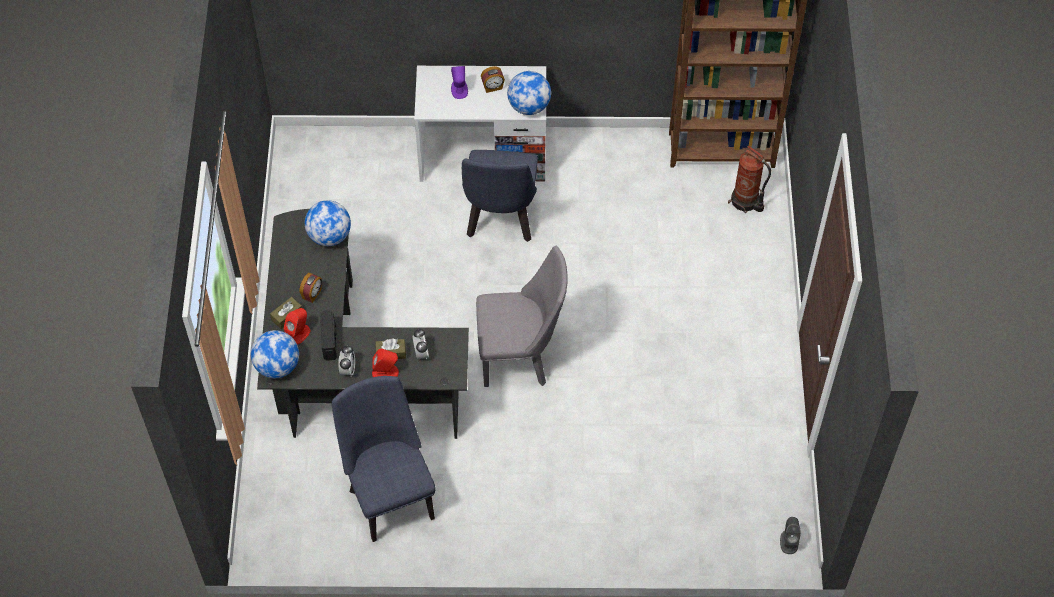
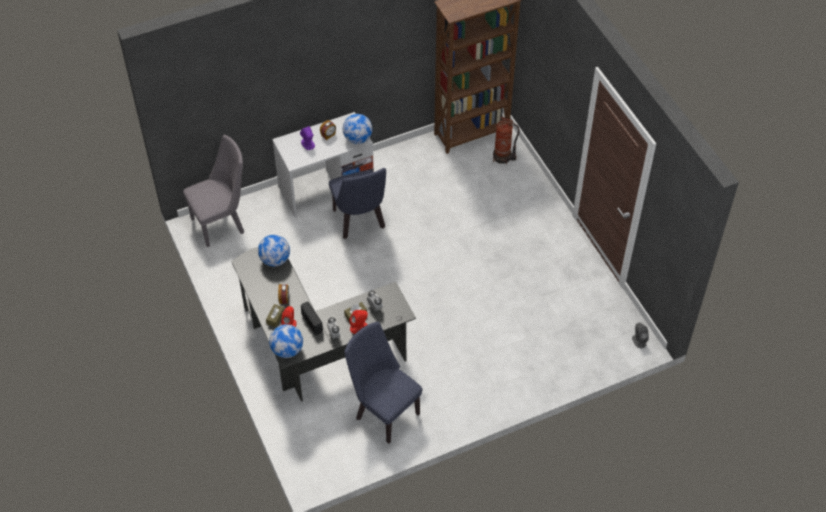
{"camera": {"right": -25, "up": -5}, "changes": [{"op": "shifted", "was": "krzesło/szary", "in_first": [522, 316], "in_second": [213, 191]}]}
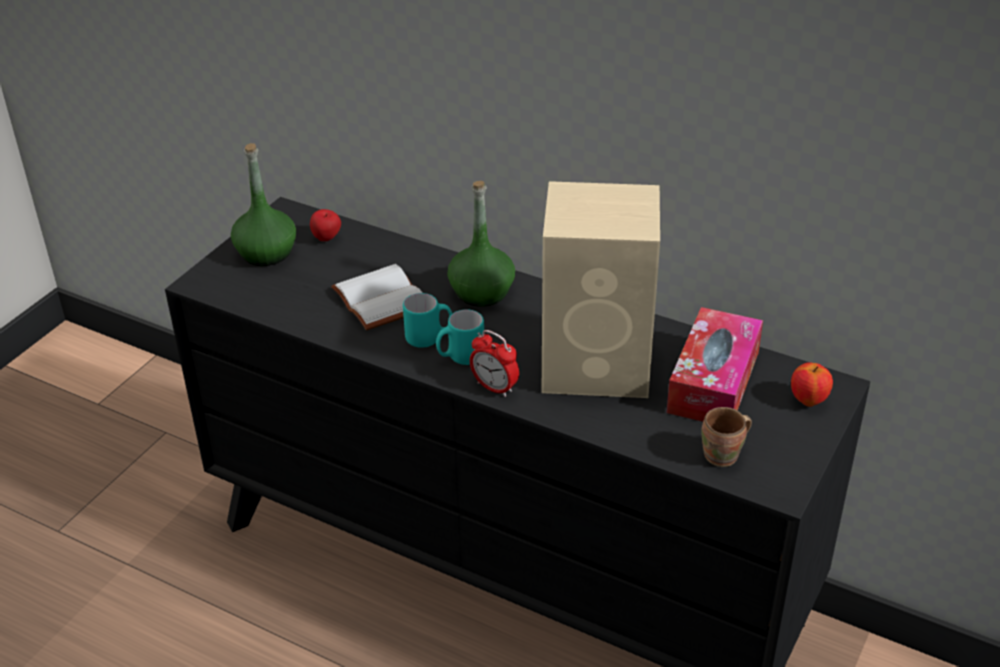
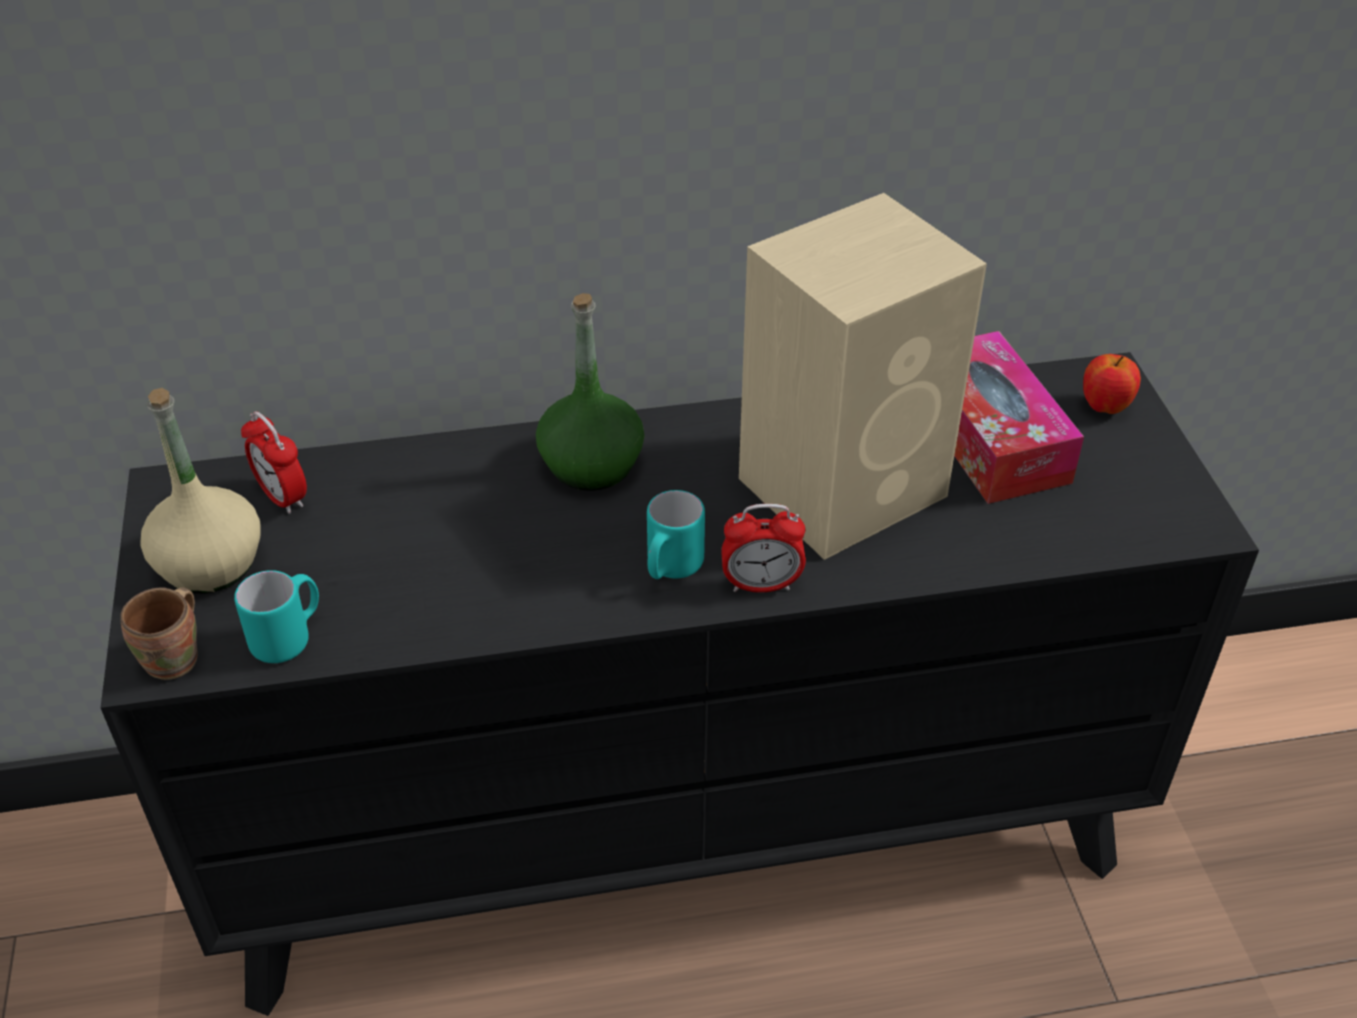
{"camera": {"right": -40, "up": 5}, "changes": [{"op": "repainted", "was": "butelka/zielony", "now": "butelka/beżowy", "in_first": [263, 204], "in_second": [200, 491]}, {"op": "swapped", "was": "jabłko", "now": "budzik", "in_first": [325, 225], "in_second": [274, 462]}, {"op": "gone", "was": "książka/biały", "in_first": [376, 297]}, {"op": "shifted", "was": "kubek/turkusowy", "in_first": [427, 320], "in_second": [276, 616]}, {"op": "shifted", "was": "kubek/brązowy", "in_first": [726, 437], "in_second": [159, 633]}]}
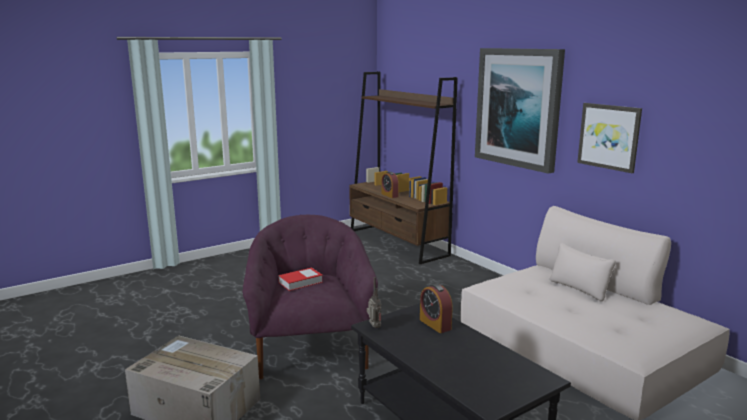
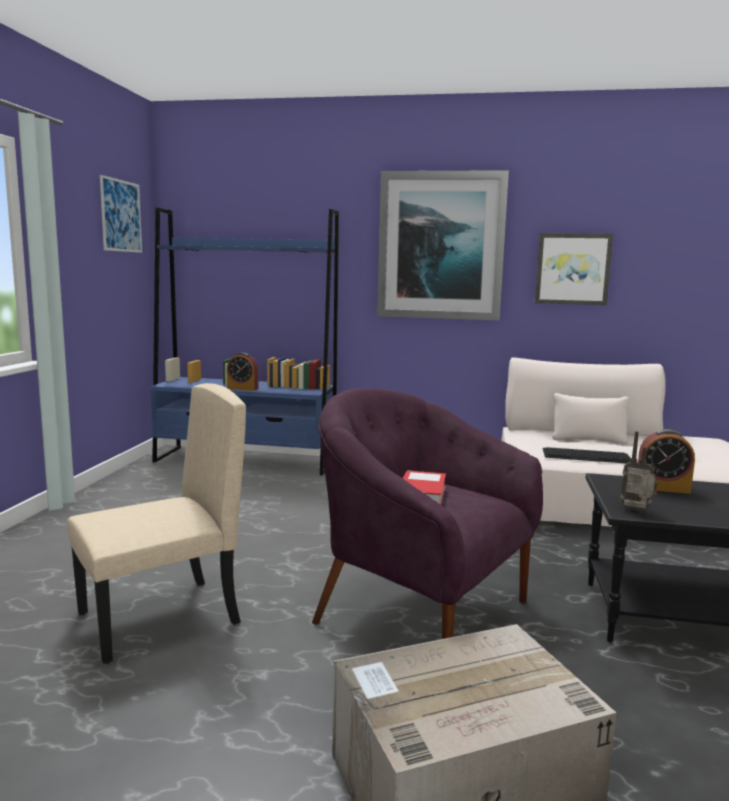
{"camera": {"right": -45, "up": -5}, "changes": [{"op": "repainted", "was": "regał/brązowy", "now": "regał/niebieski", "in_first": [403, 167], "in_second": [245, 342]}, {"op": "new", "now": "obraz", "in_second": [121, 214]}, {"op": "new", "now": "krzesło/beżowy", "in_second": [156, 523]}, {"op": "new", "now": "klawiatura", "in_second": [587, 455]}]}
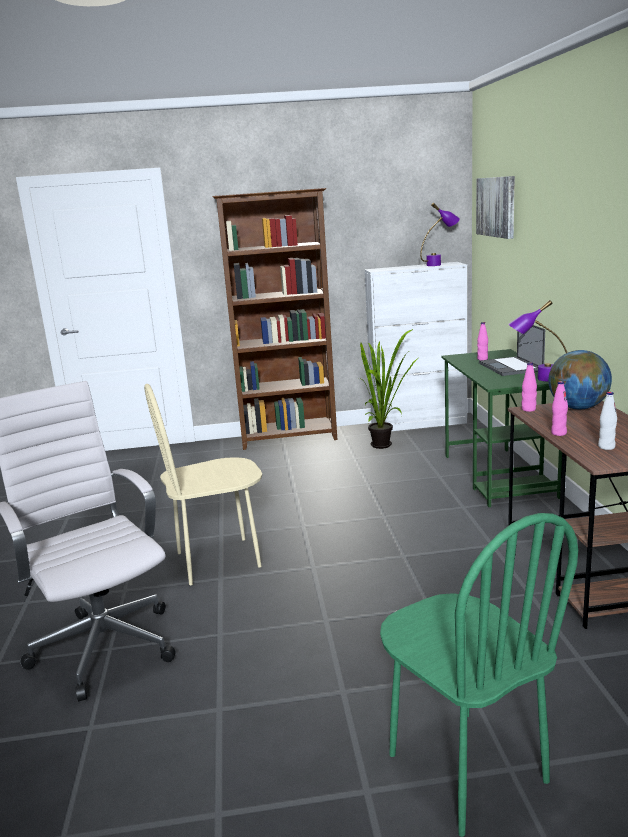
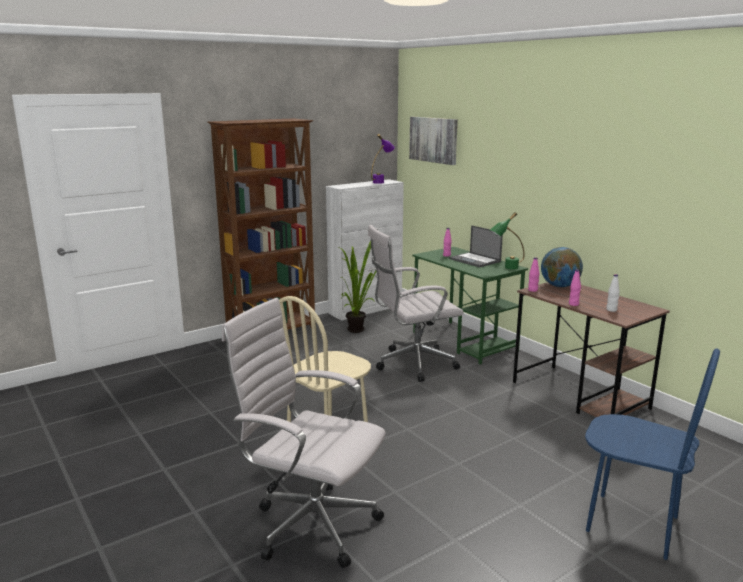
{"camera": {"right": -30, "up": 0}, "changes": [{"op": "repainted", "was": "lampa stołowa/fioletowy", "now": "lampa stołowa/zielony", "in_first": [537, 340], "in_second": [506, 240]}, {"op": "repainted", "was": "krzesło/zielony", "now": "krzesło/niebieski", "in_first": [479, 675], "in_second": [652, 454]}, {"op": "new", "now": "krzesło biurowe/biały", "in_second": [416, 303]}]}
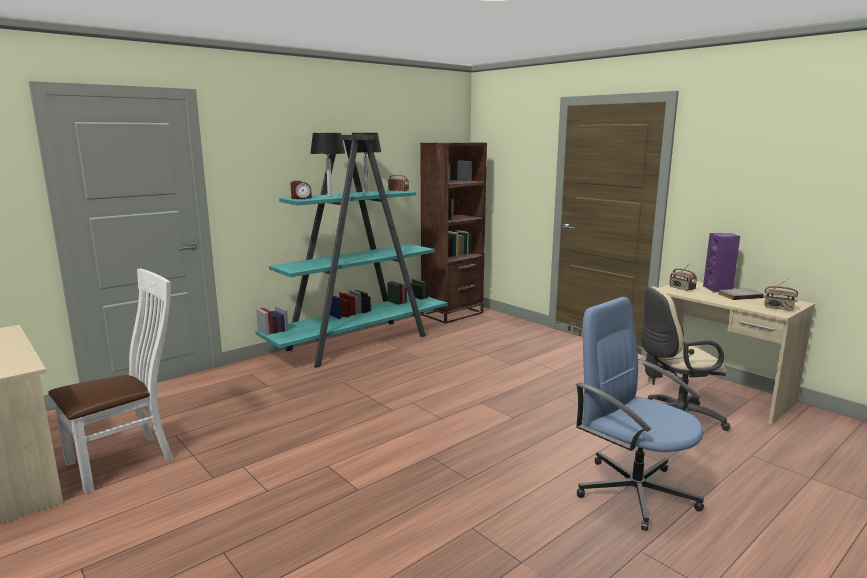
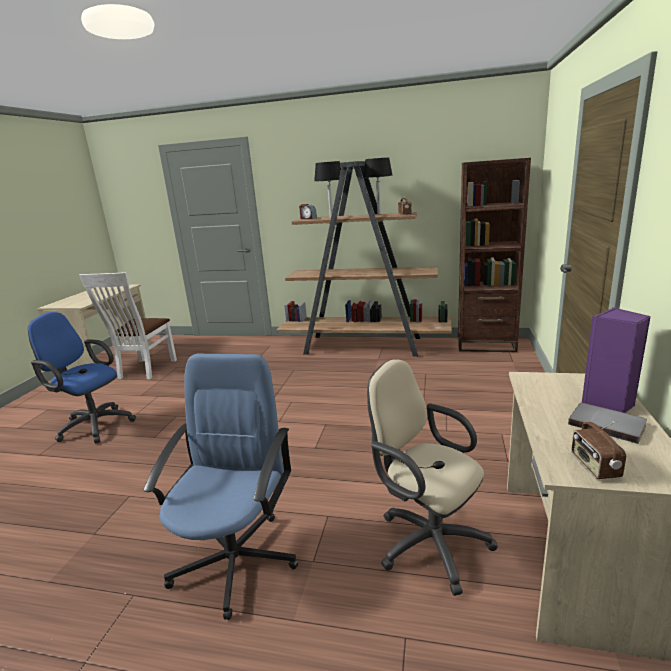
{"camera": {"right": 55, "up": 5}, "changes": [{"op": "repainted", "was": "regał/turkusowy", "now": "regał/brązowy", "in_first": [351, 251], "in_second": [364, 259]}, {"op": "gone", "was": "radio", "in_first": [683, 277]}, {"op": "rotated", "was": "krzesło/biały", "in_first": [110, 381], "in_second": [128, 325], "clockwise": 90}, {"op": "new", "now": "krzesło biurowe/niebieski", "in_second": [82, 378]}]}
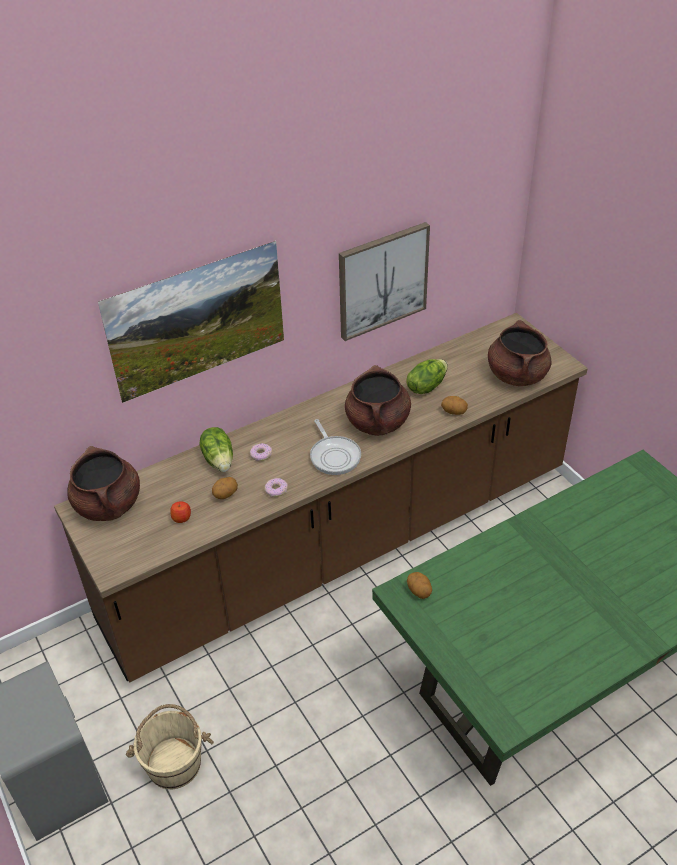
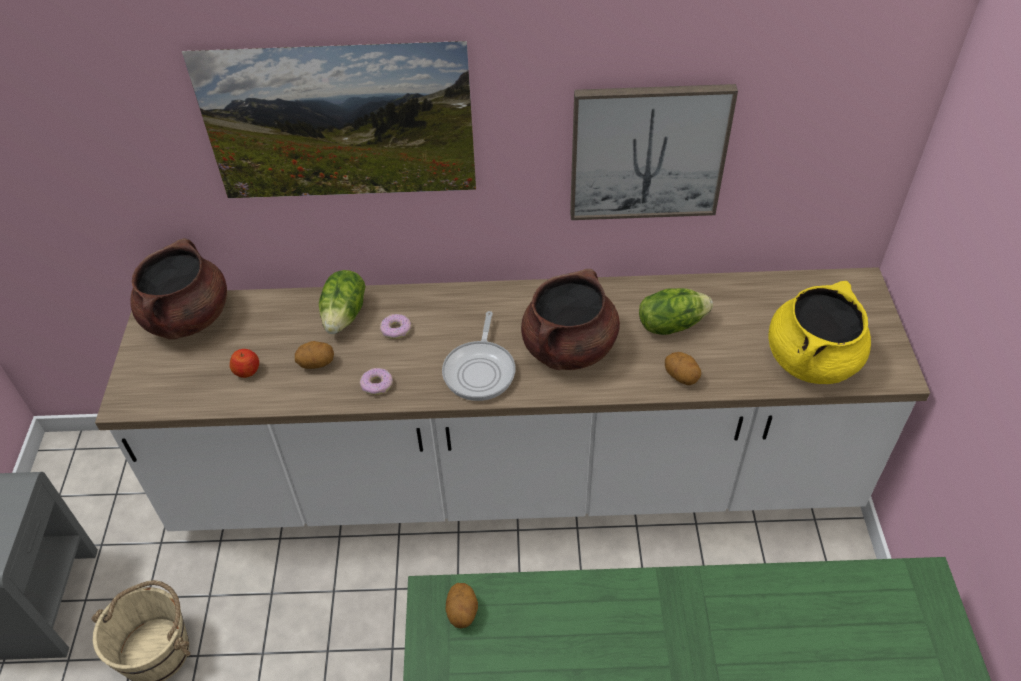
{"camera": {"right": 30, "up": 5}, "changes": [{"op": "repainted", "was": "zabudowa kuchenna/brązowy", "now": "zabudowa kuchenna/biały", "in_first": [321, 497], "in_second": [512, 399]}, {"op": "repainted", "was": "garnek/brązowy", "now": "garnek/żółty", "in_first": [519, 353], "in_second": [819, 332]}]}
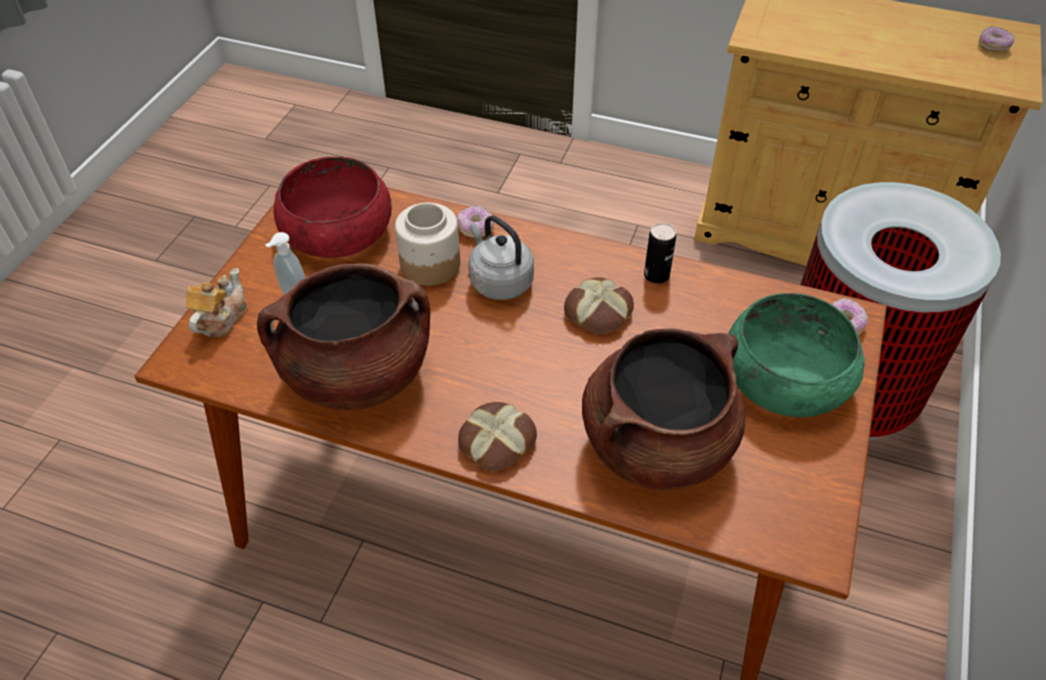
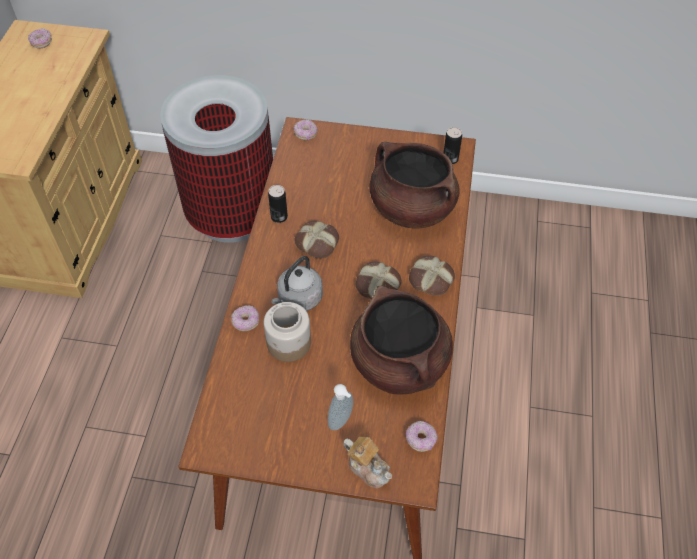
{"camera": {"right": -100, "up": 5}, "changes": [{"op": "gone", "was": "miska/czerwony", "in_first": [332, 207]}, {"op": "rotated", "was": "imbryk", "in_first": [216, 302], "in_second": [367, 462], "clockwise": -150}, {"op": "gone", "was": "miska/zielony", "in_first": [796, 355]}, {"op": "new", "now": "puszka", "in_second": [453, 145]}, {"op": "new", "now": "chleb", "in_second": [379, 280]}, {"op": "new", "now": "donut", "in_second": [422, 436]}]}
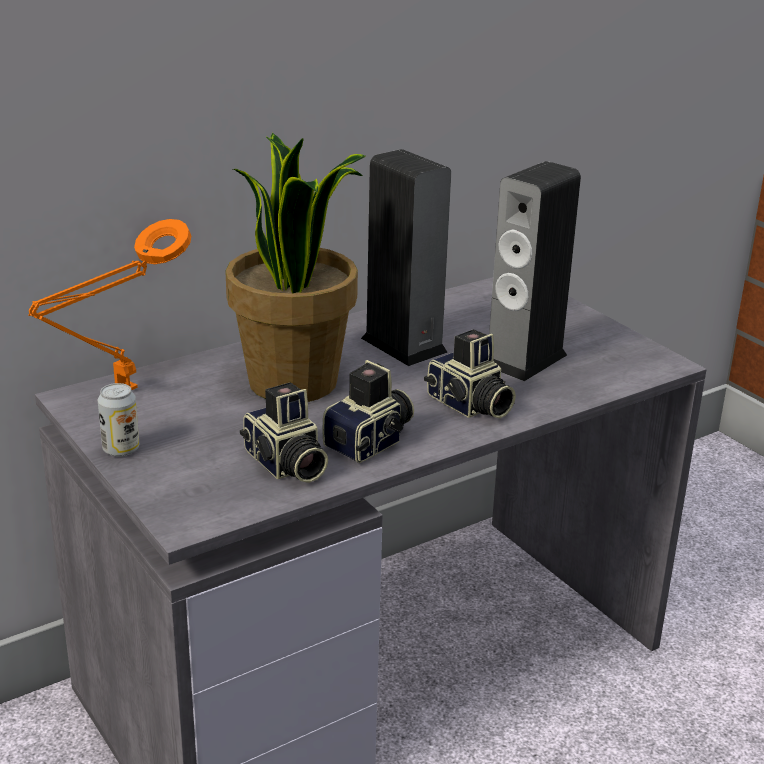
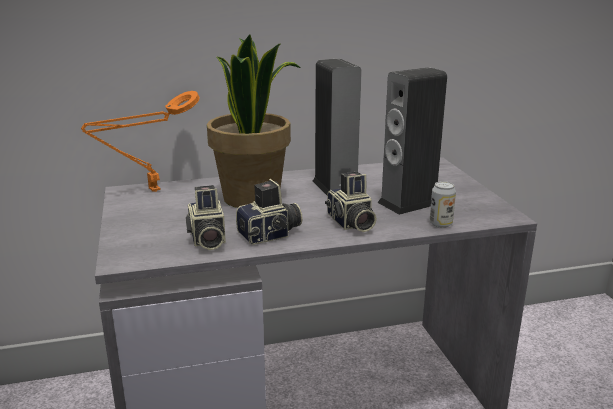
{"camera": {"right": 20, "up": -5}, "changes": [{"op": "shifted", "was": "puszka", "in_first": [118, 420], "in_second": [443, 204]}]}
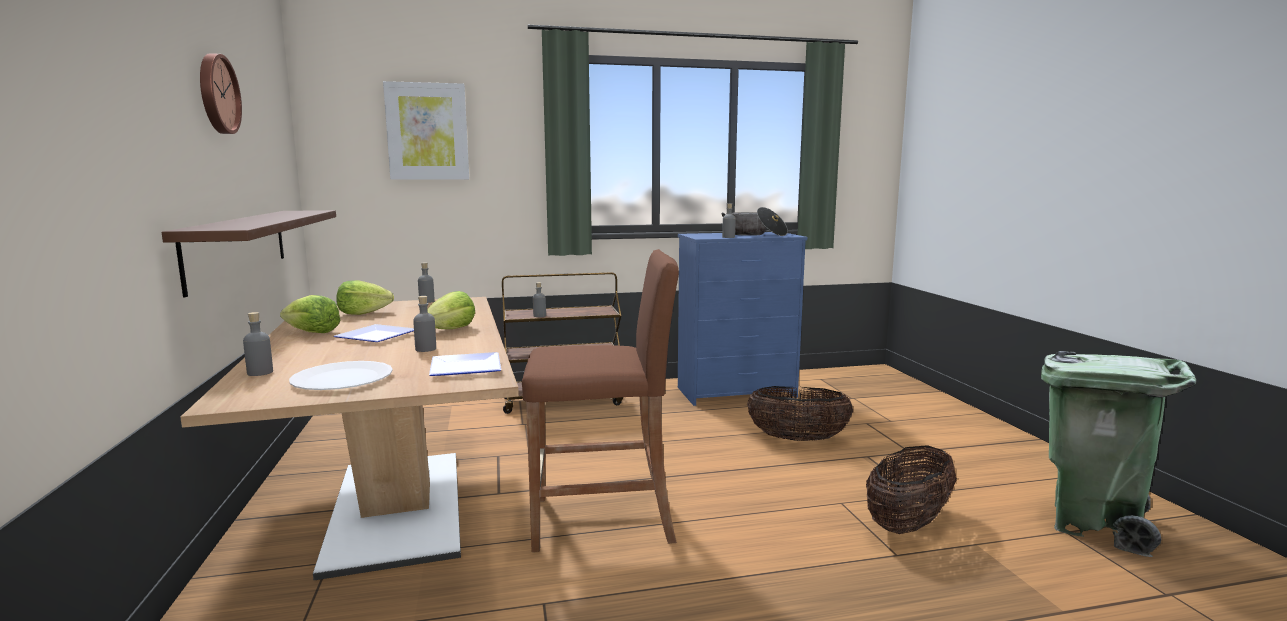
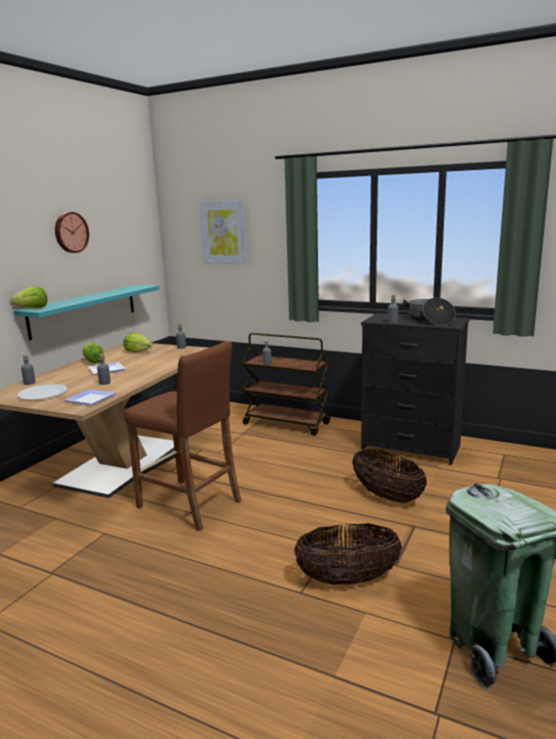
{"camera": {"right": 40, "up": 5}, "changes": [{"op": "repainted", "was": "półka/brązowy", "now": "półka/turkusowy", "in_first": [249, 253], "in_second": [87, 312]}, {"op": "repainted", "was": "komoda/niebieski", "now": "komoda/czarny", "in_first": [742, 319], "in_second": [415, 389]}, {"op": "shifted", "was": "sałata", "in_first": [451, 310], "in_second": [28, 297]}]}
